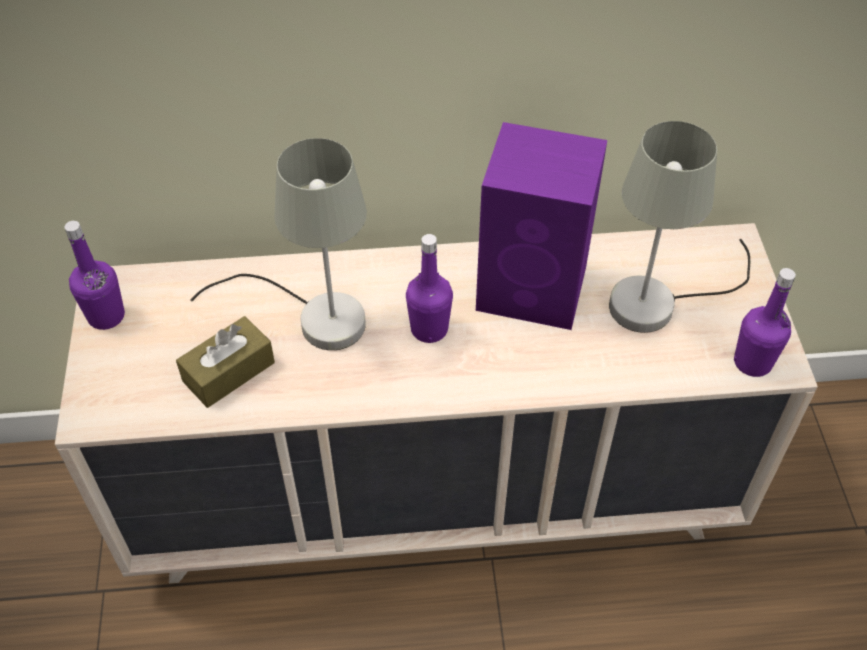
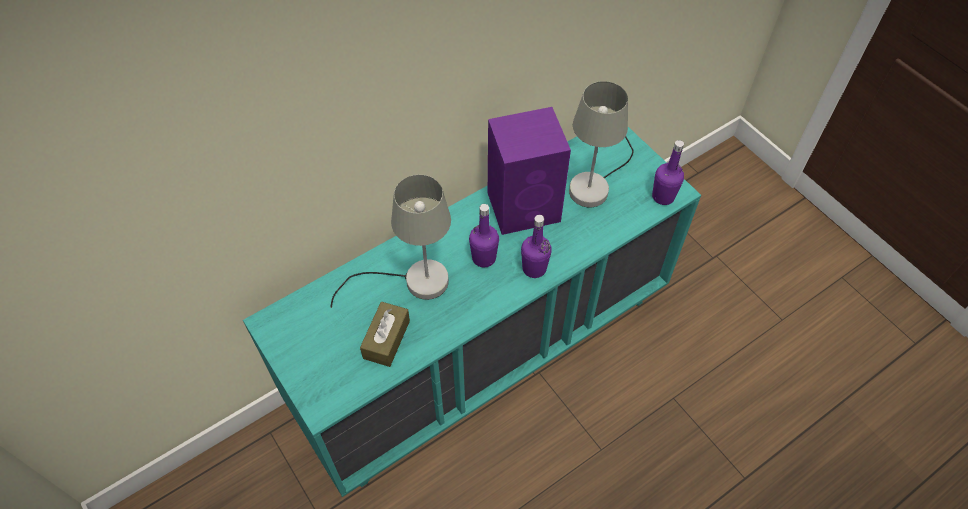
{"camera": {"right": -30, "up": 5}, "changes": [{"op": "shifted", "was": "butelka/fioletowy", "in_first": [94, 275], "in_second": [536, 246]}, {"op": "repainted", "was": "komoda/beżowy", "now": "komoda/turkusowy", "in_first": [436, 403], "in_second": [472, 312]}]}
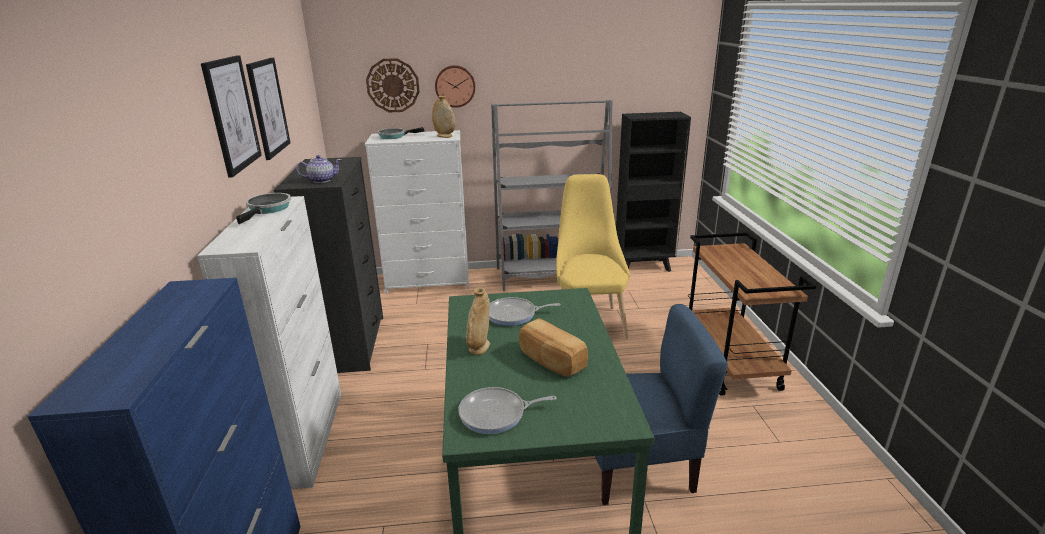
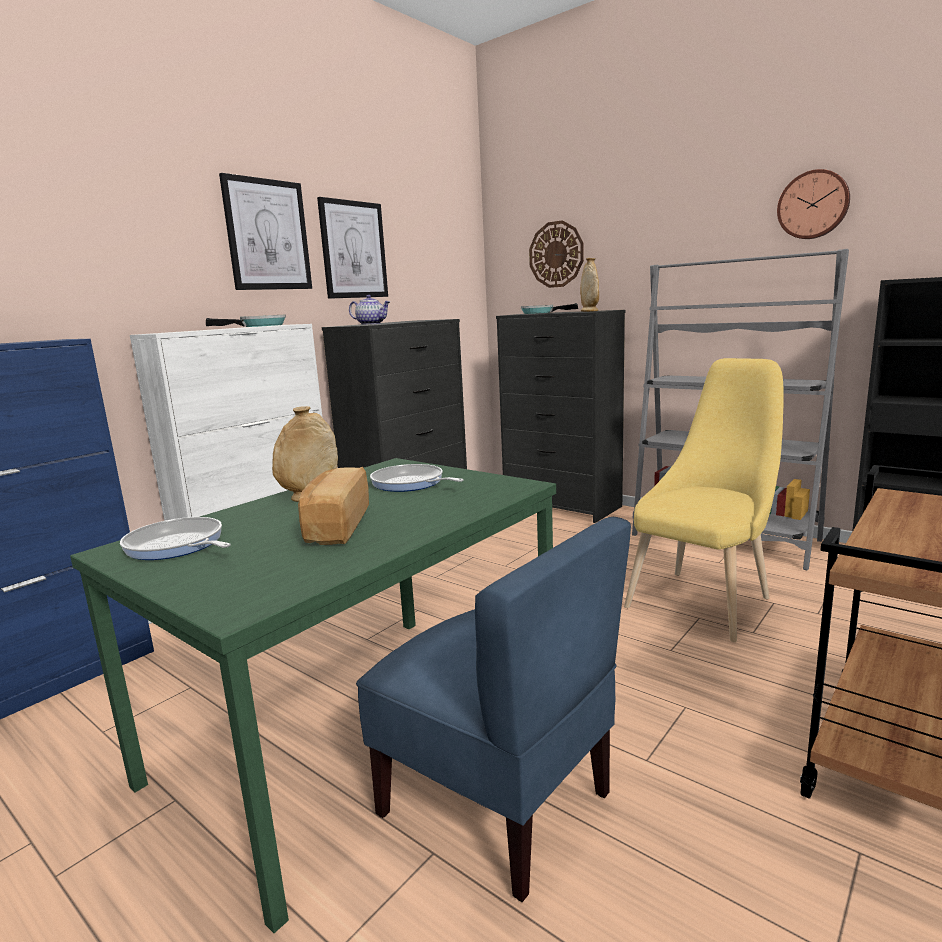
{"camera": {"right": 45, "up": -10}, "changes": [{"op": "shifted", "was": "zegar ścienny", "in_first": [455, 86], "in_second": [813, 204]}, {"op": "repainted", "was": "komoda/biały", "now": "komoda/czarny", "in_first": [417, 212], "in_second": [561, 416]}]}
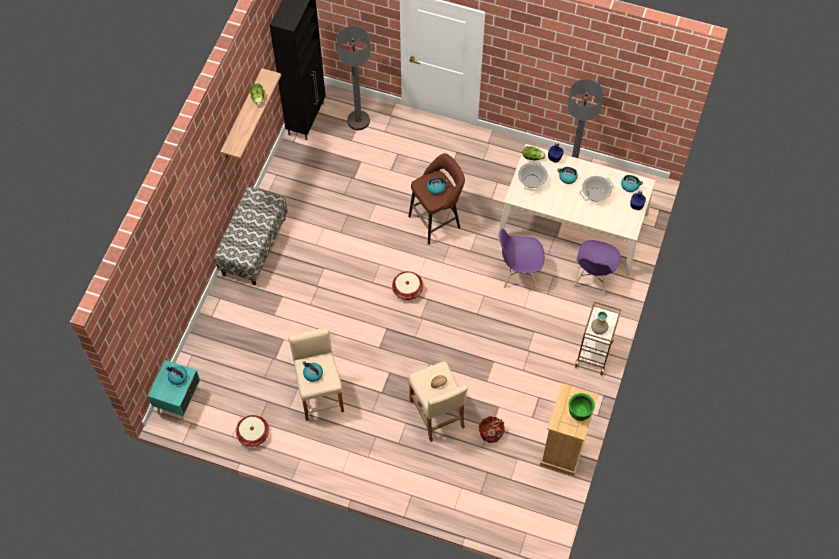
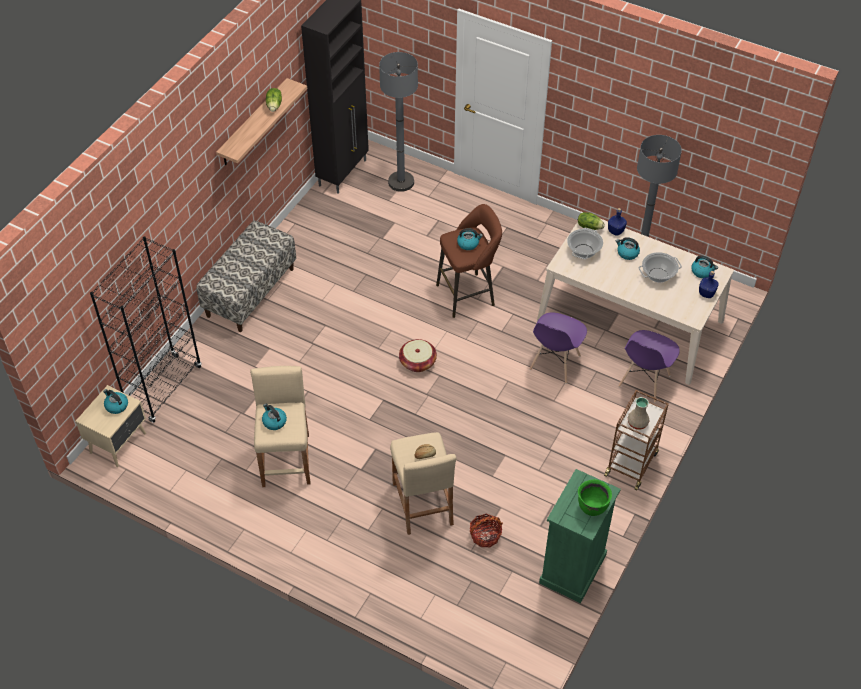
{"camera": {"right": 10, "up": -10}, "changes": [{"op": "rotated", "was": "krzesło/fioletowy", "in_first": [522, 258], "in_second": [558, 348], "clockwise": -75}, {"op": "repainted", "was": "szafka nocna/turkusowy", "now": "szafka nocna/beżowy", "in_first": [174, 391], "in_second": [110, 426]}, {"op": "repainted", "was": "komoda/beżowy", "now": "komoda/zielony", "in_first": [569, 429], "in_second": [580, 536]}, {"op": "gone", "was": "koszyk", "in_first": [252, 431]}, {"op": "new", "now": "regał/czarny", "in_second": [145, 329]}]}
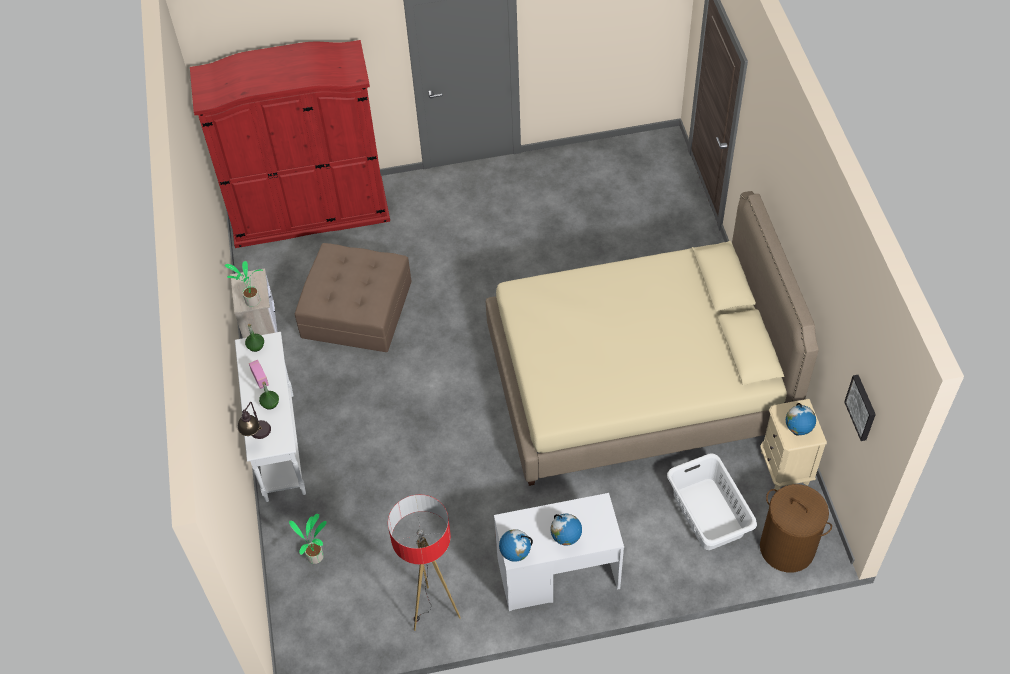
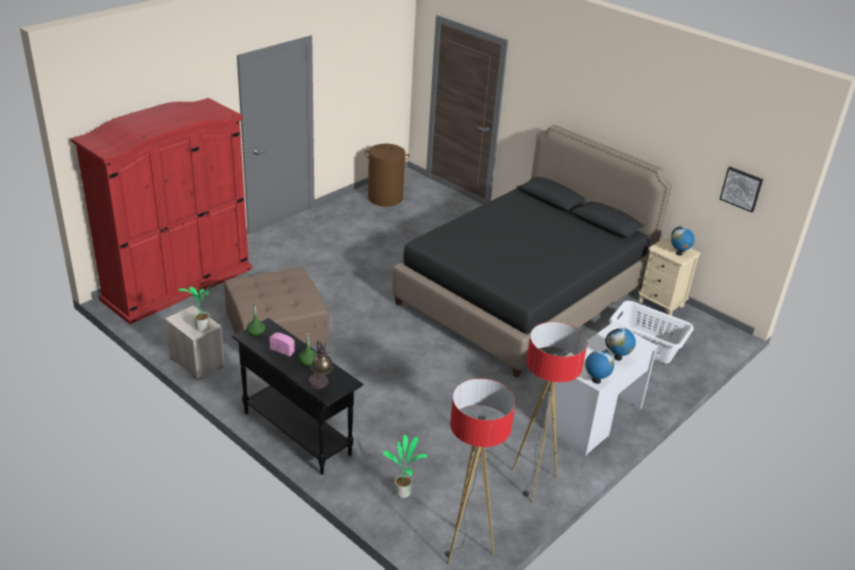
{"camera": {"right": -40, "up": -20}, "changes": [{"op": "repainted", "was": "łóżko/beżowy", "now": "łóżko/czarny", "in_first": [652, 338], "in_second": [532, 251]}, {"op": "repainted", "was": "stolik konsolowy/biały", "now": "stolik konsolowy/czarny", "in_first": [270, 417], "in_second": [298, 396]}, {"op": "shifted", "was": "kosz na pranie/brązowy", "in_first": [796, 528], "in_second": [387, 175]}, {"op": "new", "now": "lampa stojąca", "in_second": [480, 471]}]}
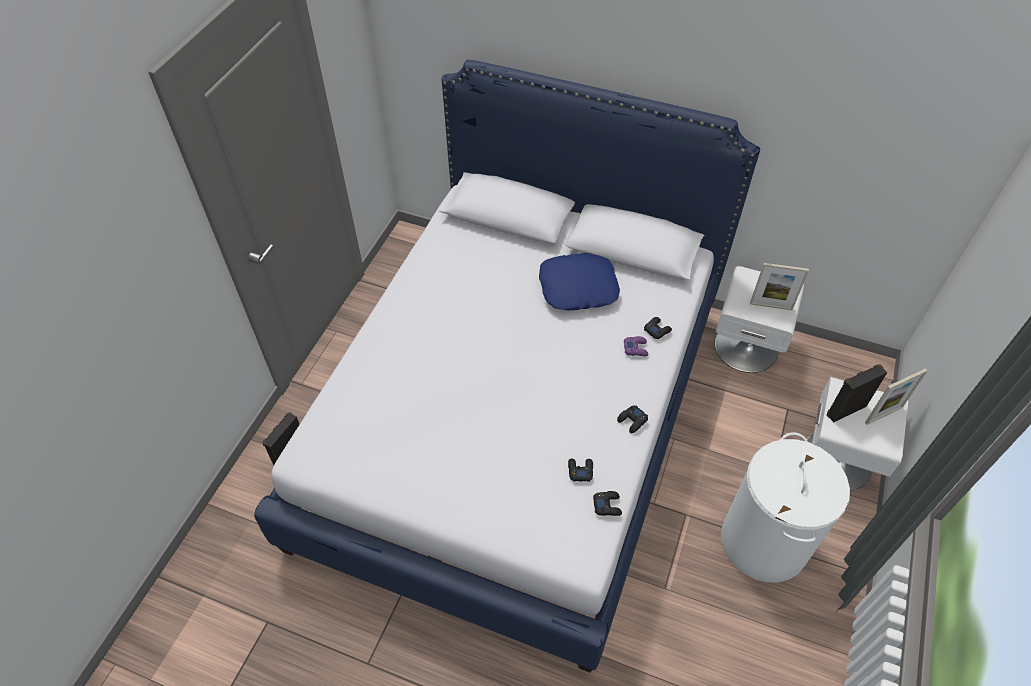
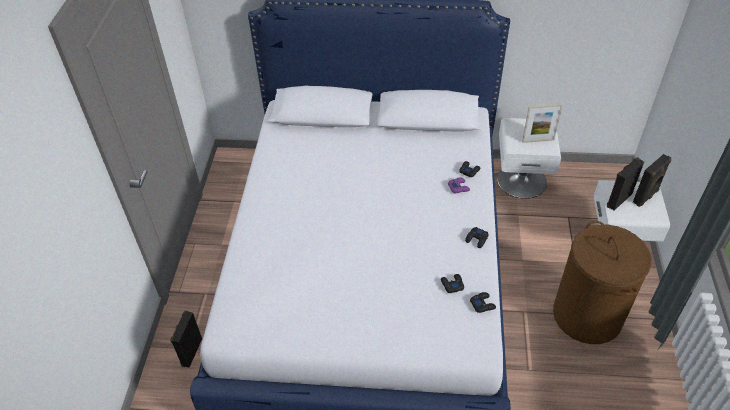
{"camera": {"right": -15, "up": -5}, "changes": [{"op": "gone", "was": "poduszka/niebieski", "in_first": [579, 281]}, {"op": "swapped", "was": "ramka na zdjęcie", "now": "głośnik/czarny", "in_first": [896, 396], "in_second": [652, 180]}, {"op": "repainted", "was": "kosz na pranie/biały", "now": "kosz na pranie/brązowy", "in_first": [785, 507], "in_second": [602, 282]}]}
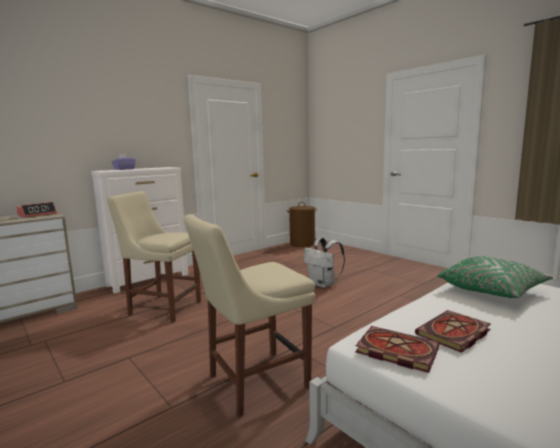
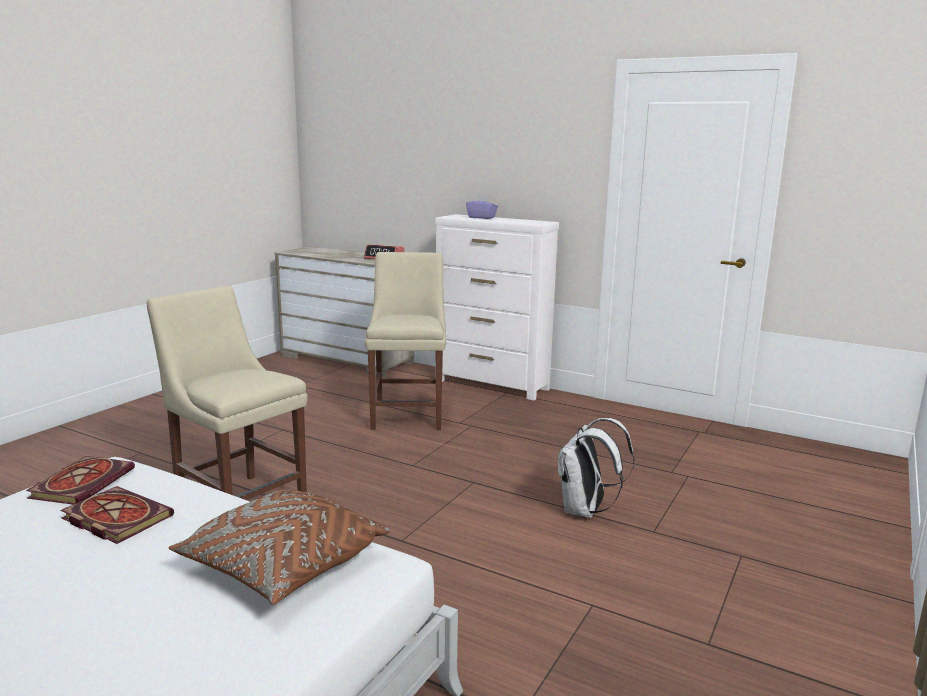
{"camera": {"right": 70, "up": 5}, "changes": [{"op": "gone", "was": "kosz na pranie/brązowy", "in_first": [302, 224]}, {"op": "repainted", "was": "poduszka/zielony", "now": "poduszka/brązowy", "in_first": [495, 277], "in_second": [279, 547]}]}
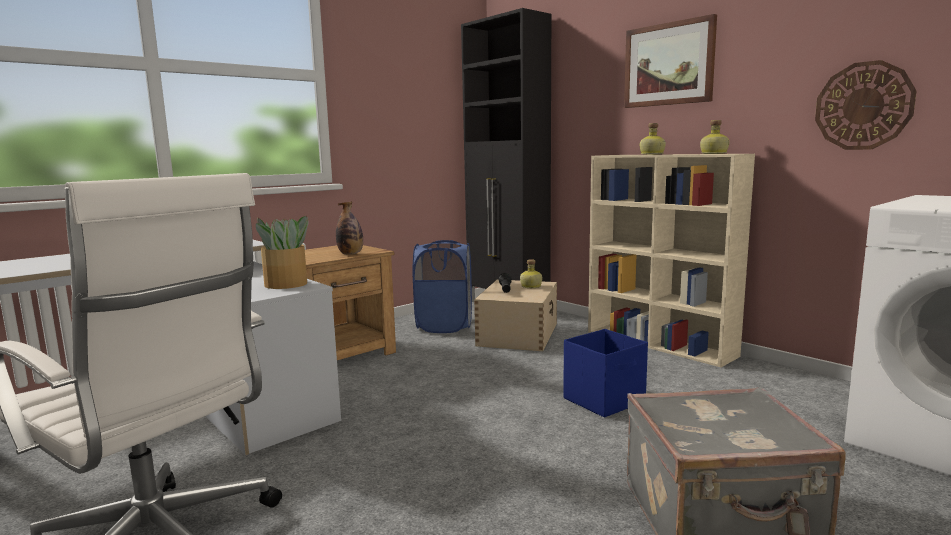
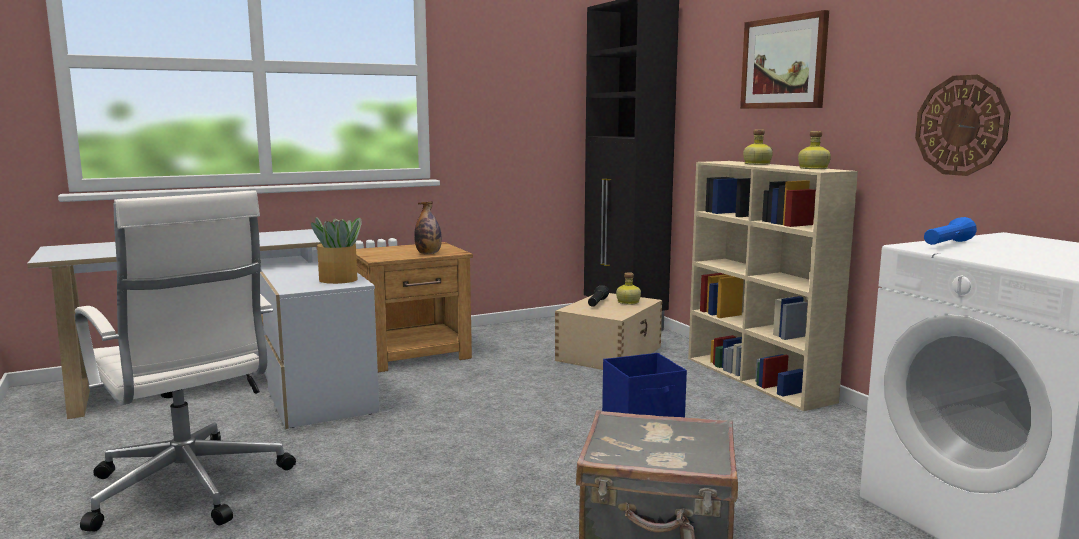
{"camera": {"right": 15, "up": 0}, "changes": [{"op": "gone", "was": "kosz na pranie/niebieski", "in_first": [442, 286]}, {"op": "new", "now": "latarka/niebieski", "in_second": [950, 231]}]}
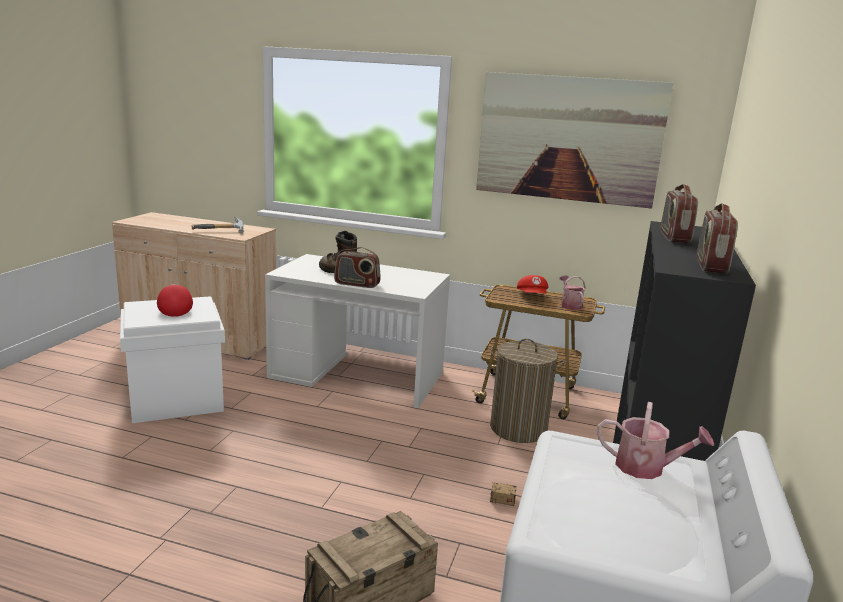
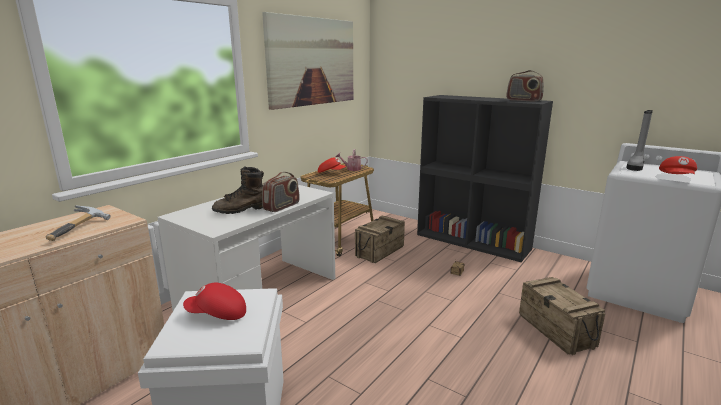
{"camera": {"right": -70, "up": 0}, "changes": [{"op": "gone", "was": "radio", "in_first": [679, 213]}, {"op": "swapped", "was": "kosz na pranie", "now": "skrzynka", "in_first": [527, 391], "in_second": [380, 239]}, {"op": "swapped", "was": "konewka", "now": "but z cholewką/szary", "in_first": [655, 440], "in_second": [639, 140]}, {"op": "new", "now": "czapka z daszkiem/czerwony", "in_second": [678, 165]}]}
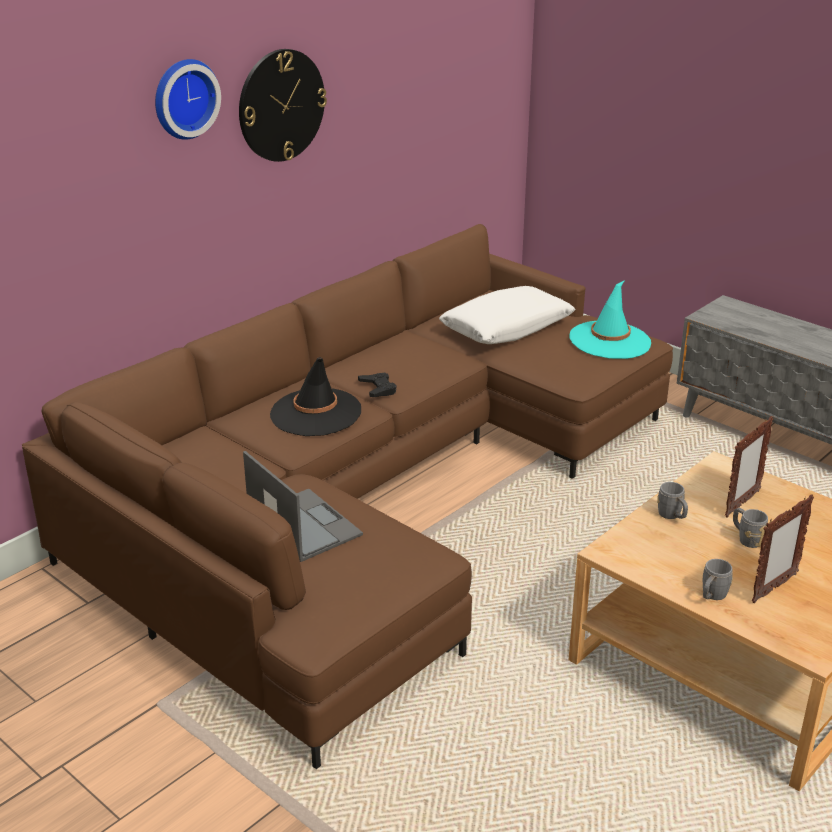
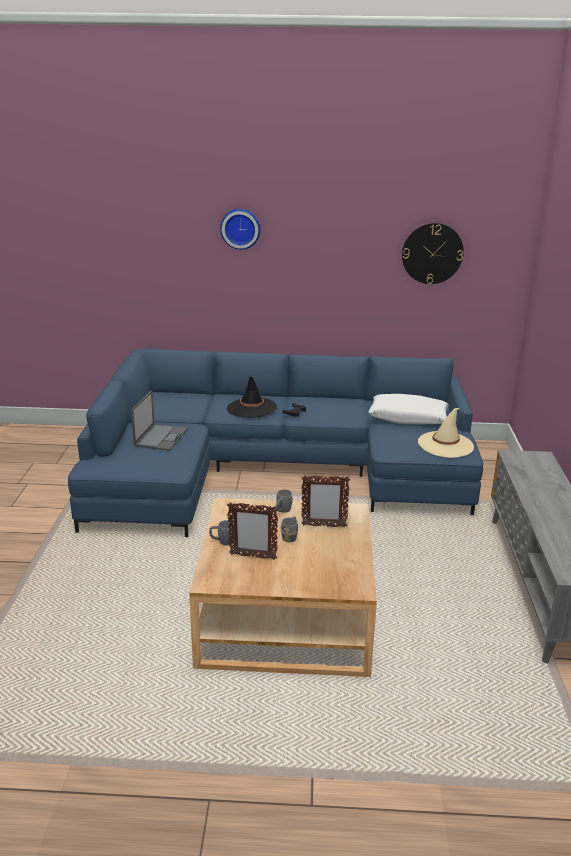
{"camera": {"right": 50, "up": -5}, "changes": [{"op": "shifted", "was": "zegar ścienny", "in_first": [283, 105], "in_second": [433, 253]}, {"op": "repainted", "was": "kanapa/brązowy", "now": "kanapa/niebieski", "in_first": [347, 496], "in_second": [275, 443]}, {"op": "repainted", "was": "kapelusz/turkusowy", "now": "kapelusz/beżowy", "in_first": [610, 319], "in_second": [446, 433]}]}
